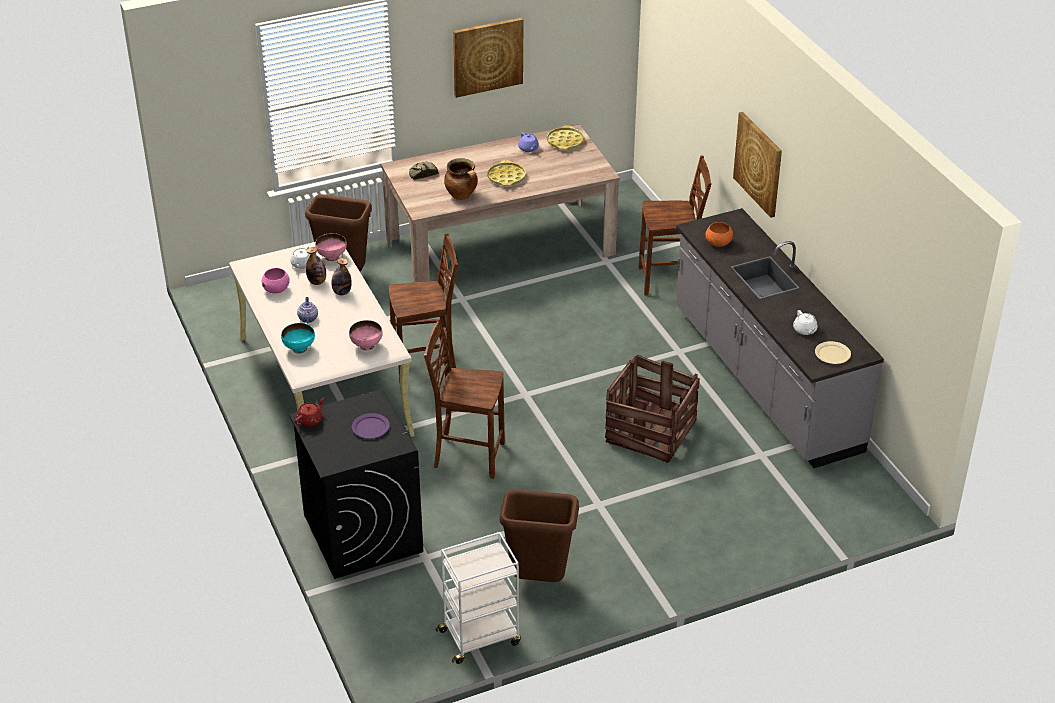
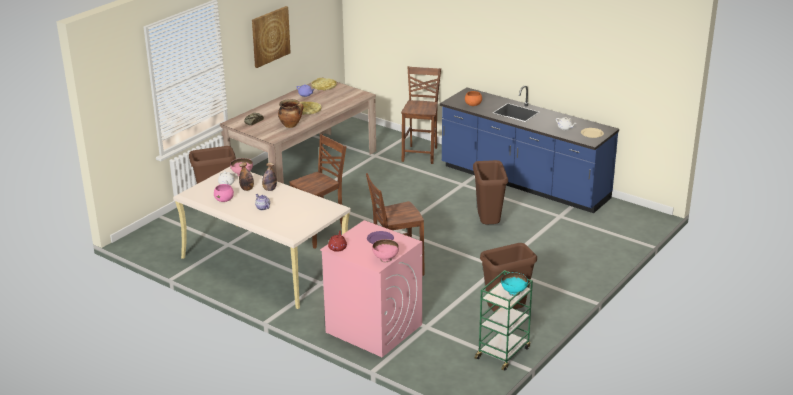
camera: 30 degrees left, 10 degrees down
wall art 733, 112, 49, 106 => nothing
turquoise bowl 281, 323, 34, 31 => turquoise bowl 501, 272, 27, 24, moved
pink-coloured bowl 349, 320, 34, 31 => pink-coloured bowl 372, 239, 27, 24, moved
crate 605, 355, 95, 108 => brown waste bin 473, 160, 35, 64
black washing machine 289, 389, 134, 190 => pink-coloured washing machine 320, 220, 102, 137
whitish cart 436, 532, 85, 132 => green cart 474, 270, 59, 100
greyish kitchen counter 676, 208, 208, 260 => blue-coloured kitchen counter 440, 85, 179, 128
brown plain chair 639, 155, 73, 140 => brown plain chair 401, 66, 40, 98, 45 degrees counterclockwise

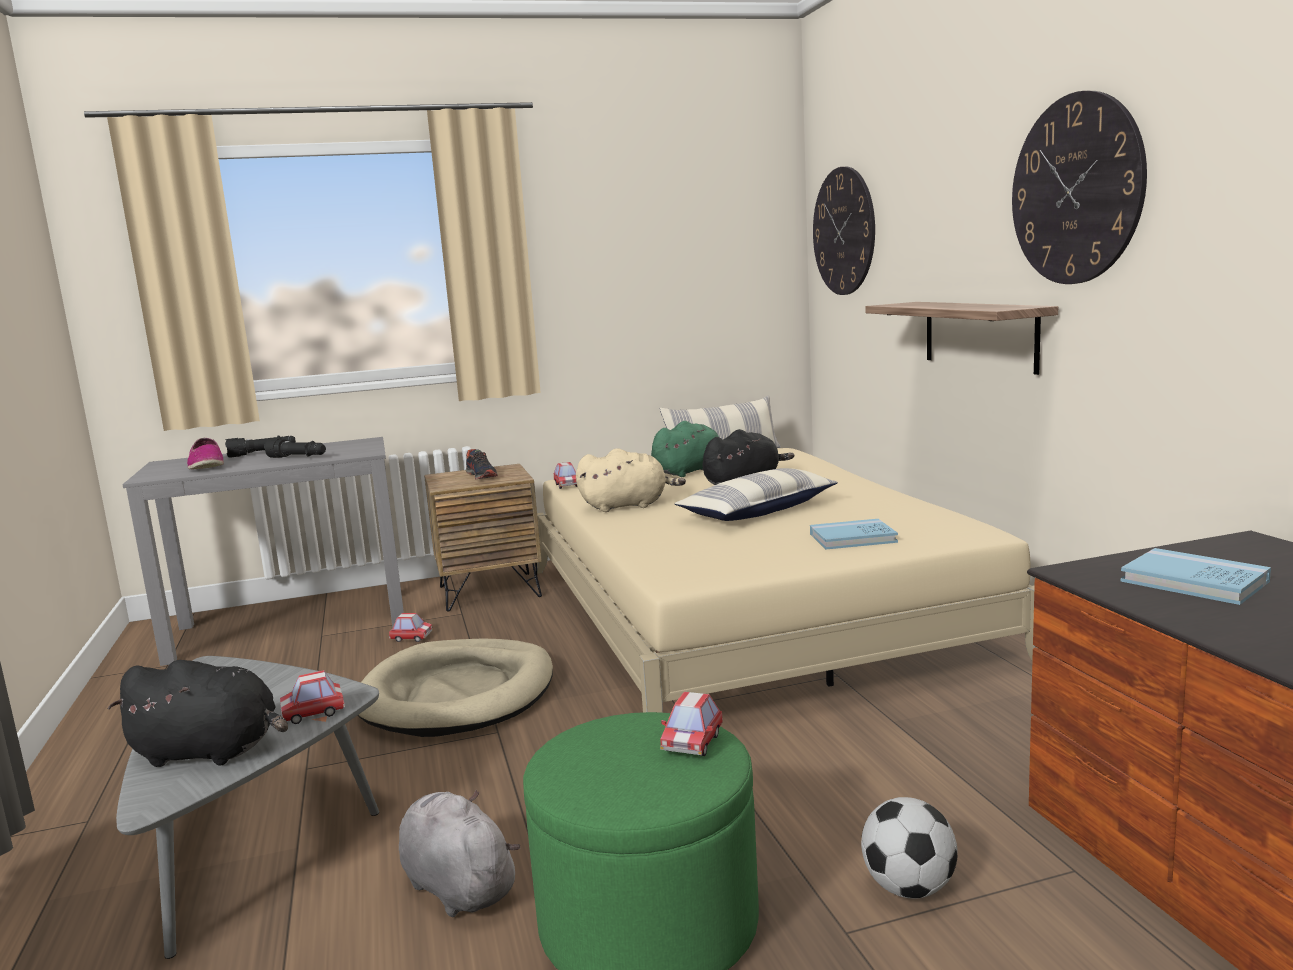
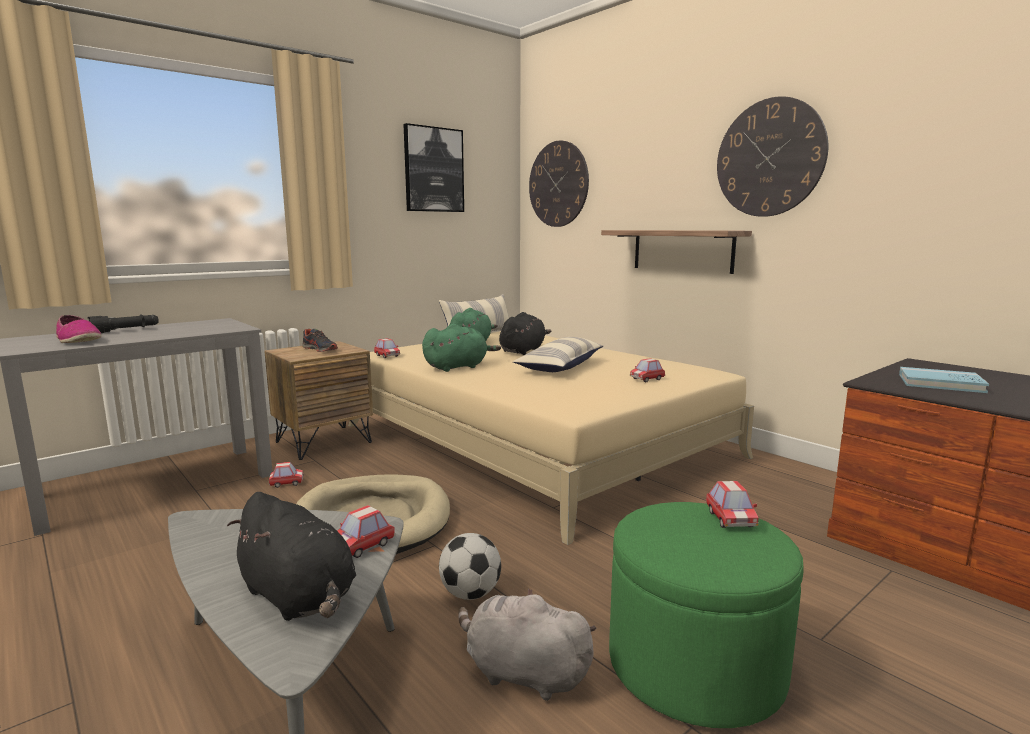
camera: 25 degrees left, 0 degrees up
black hand torch 264, 438, 62, 20 => nothing
nothing => wall art 403, 123, 61, 89
football ball 861, 797, 97, 102 => football ball 439, 533, 62, 67, moved
blue-coloured bound book 810, 519, 88, 30 => miniature car 630, 358, 35, 24
beige-coloured soft toy 576, 448, 110, 64 => green soft toy 422, 324, 79, 48
black soft toy 107, 660, 181, 107 => black soft toy 227, 492, 129, 129, 60 degrees clockwise

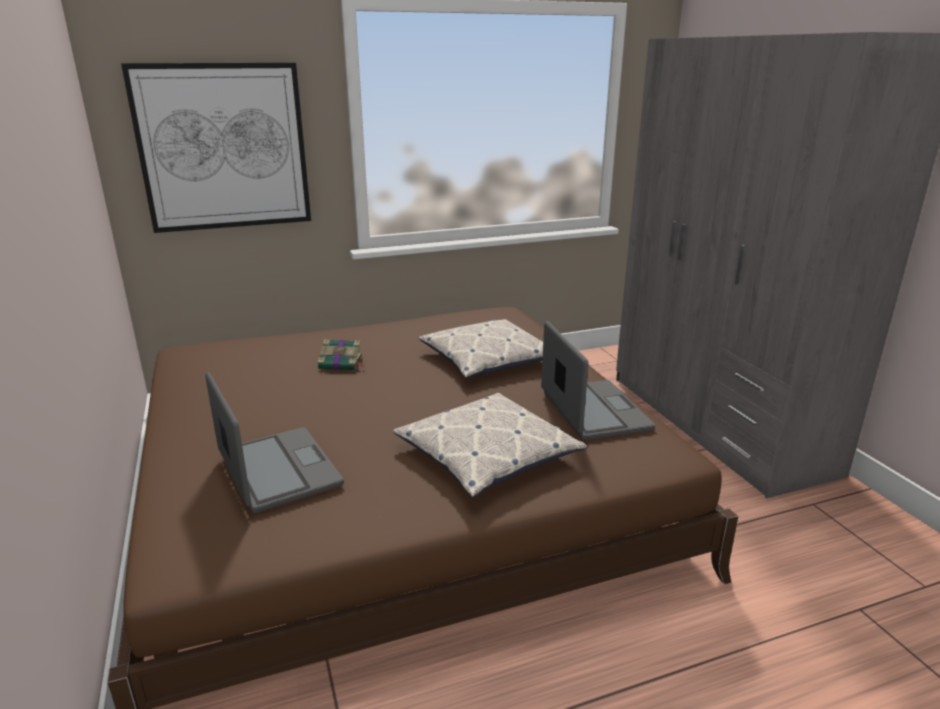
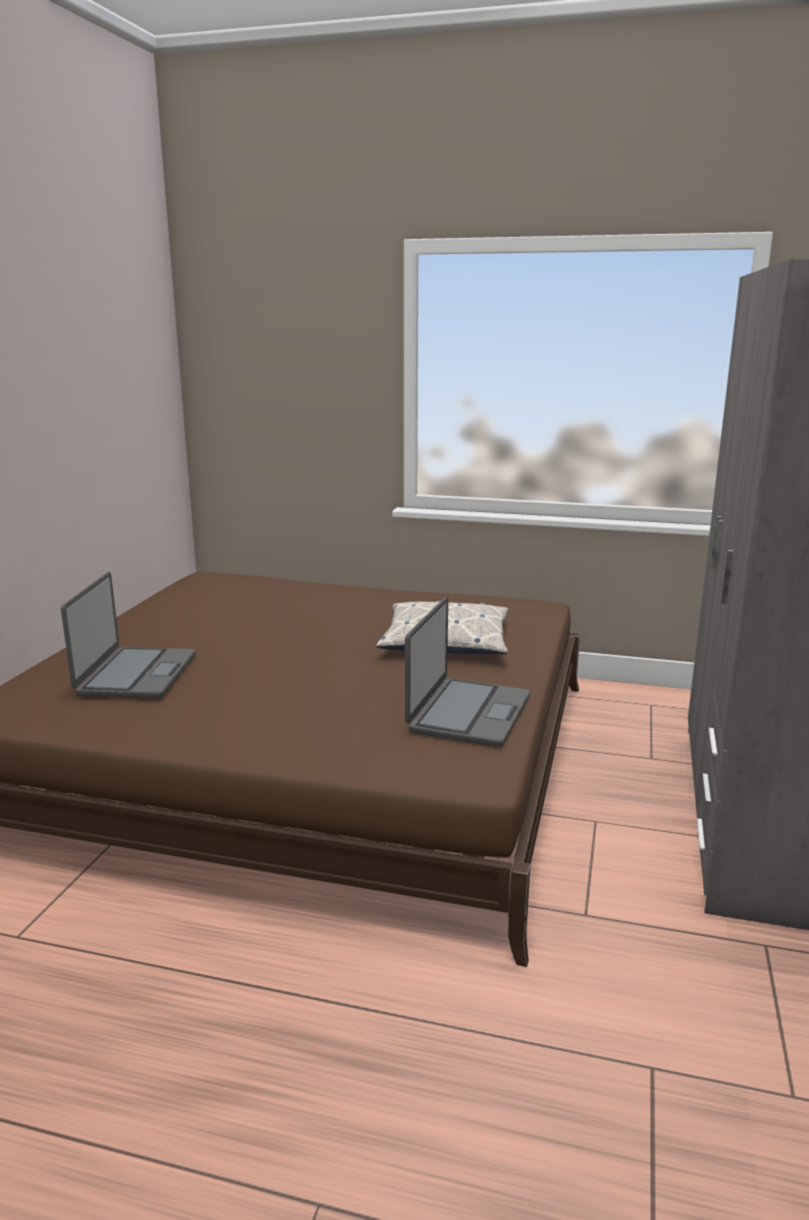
camera: 35 degrees right, 5 degrees down
wall art 121, 63, 190, 170 => nothing
bound book 318, 339, 47, 31 => nothing
cushion 393, 393, 195, 105 => nothing

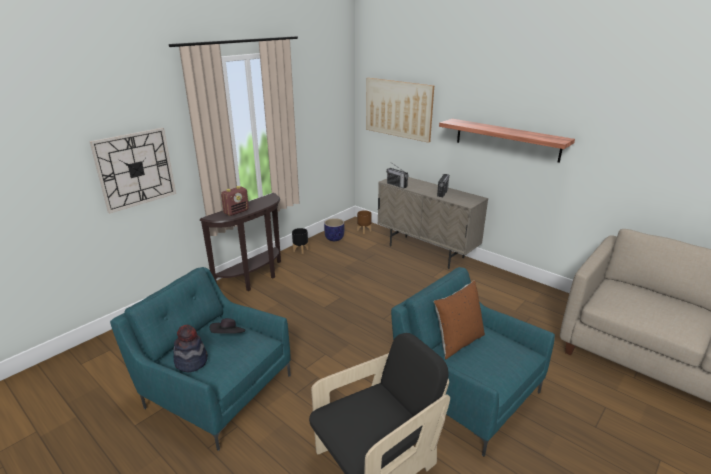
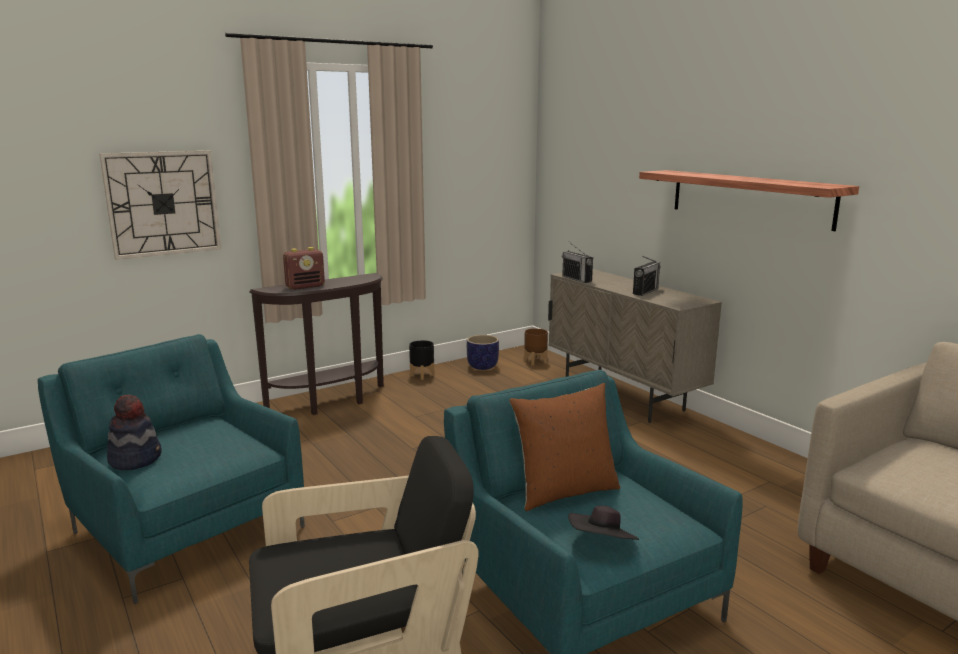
camera: 15 degrees right, 10 degrees down
wall art 366, 78, 68, 65 => nothing
black hat 210, 318, 36, 16 => black hat 568, 506, 71, 34, moved

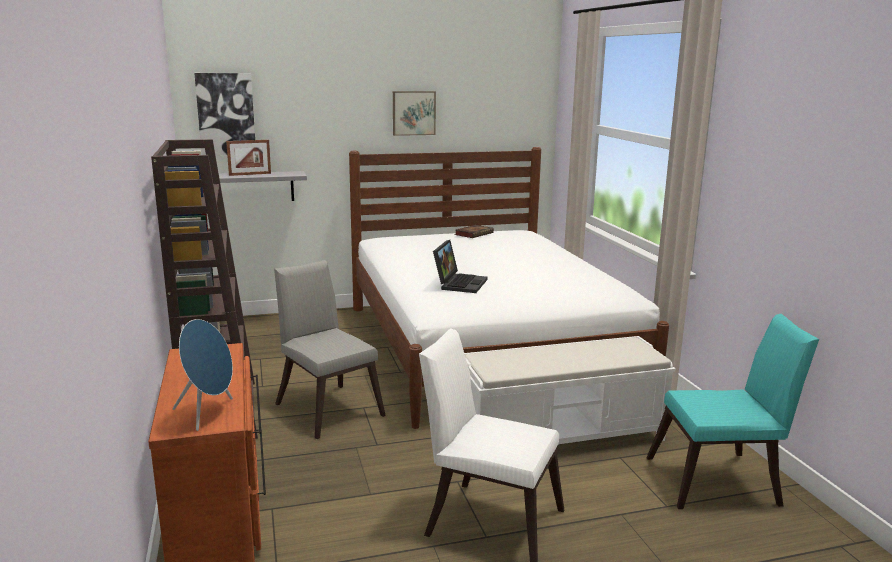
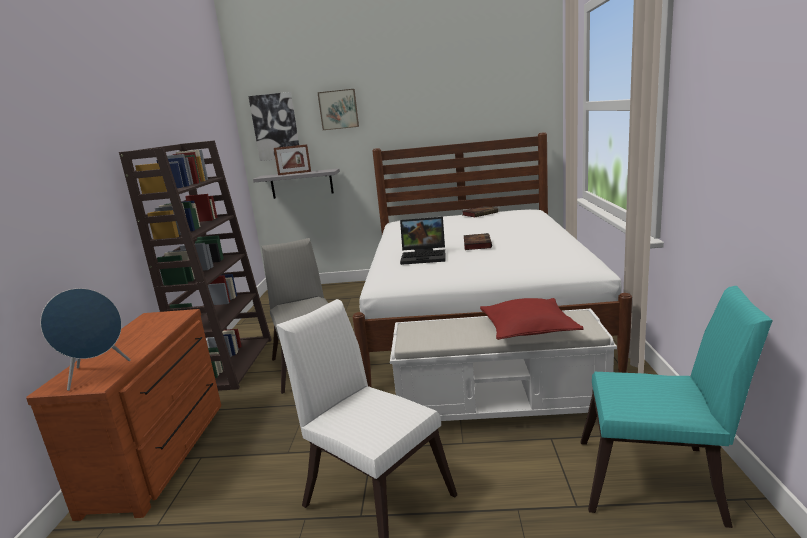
camera: 20 degrees right, 0 degrees up
nothing => bound book 464, 233, 28, 17
nothing => reddish cushion 480, 298, 104, 42
wall art 393, 91, 43, 45 => wall art 317, 89, 42, 41, moved
notebook computer 433, 240, 54, 53 => notebook computer 400, 217, 45, 48, 60 degrees clockwise

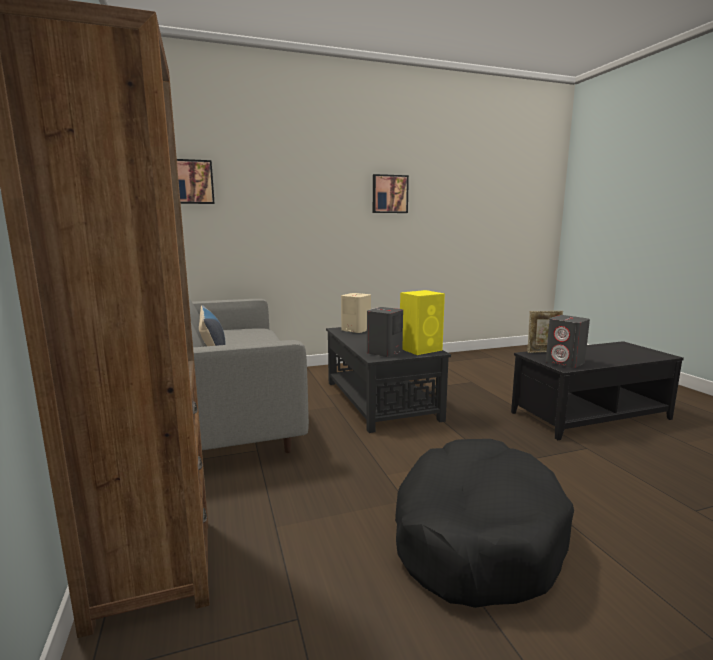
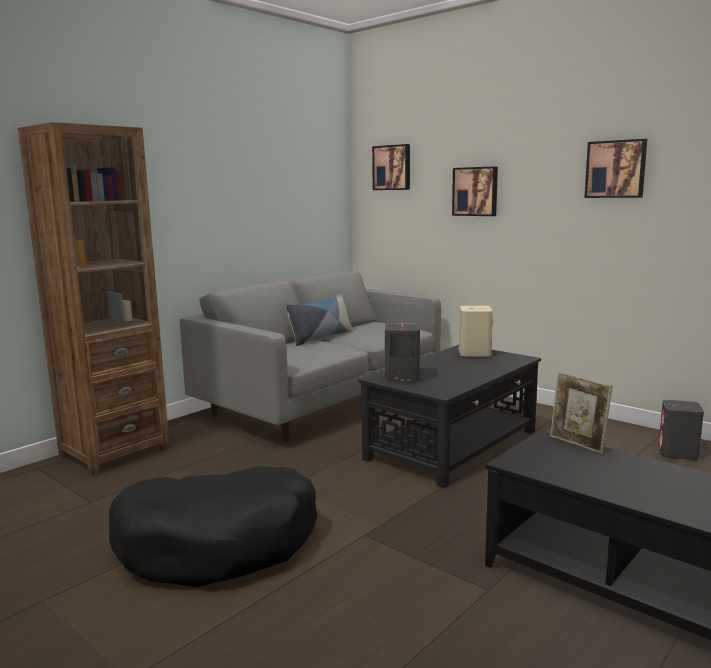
camera: 60 degrees right, 0 degrees up
yellowish speaker 400, 290, 45, 65 => nothing
nothing => wall art 452, 166, 46, 50
greyish speaker 546, 315, 44, 53 => greyish speaker 658, 400, 46, 61, moved

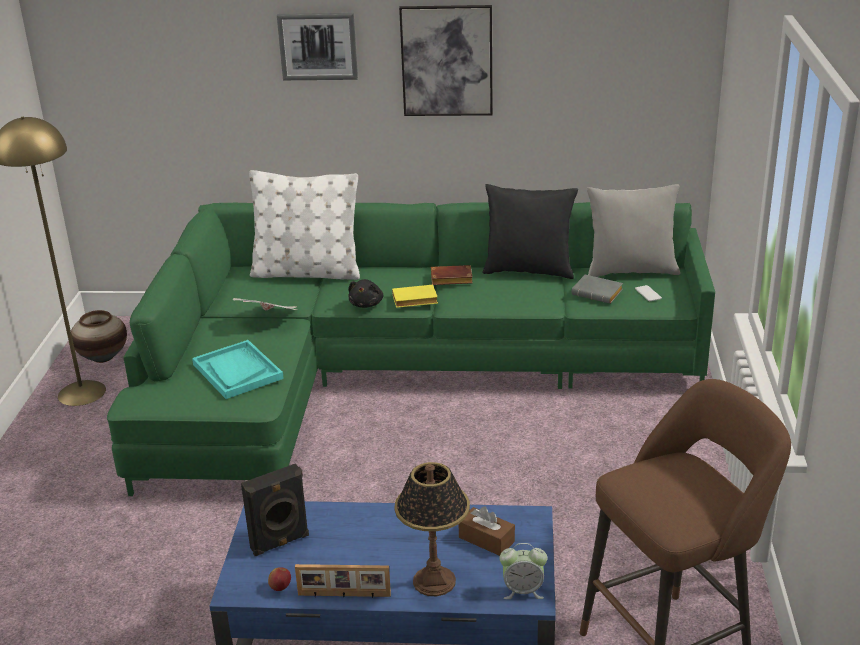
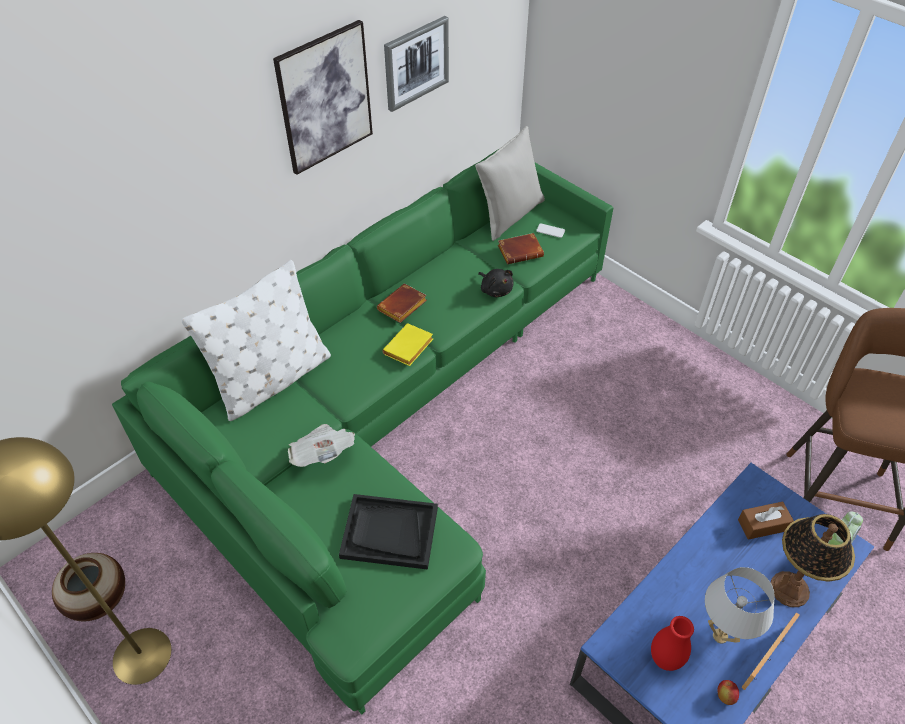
camera: 50 degrees left, 20 degrees up
black cushion 483, 184, 95, 95 => nothing
nothing => whitish table lamp 705, 567, 70, 77
wall art 277, 13, 81, 67 => wall art 384, 16, 65, 96, moved
black soft toy 348, 279, 36, 29 => black soft toy 478, 269, 36, 29, moved
black speaker 241, 463, 68, 93 => reddish flower vase 651, 616, 43, 55
turquoise tray 192, 340, 92, 59 => black tray 339, 494, 99, 76
greyish bound book 571, 275, 52, 29 => brown bound book 498, 233, 46, 31

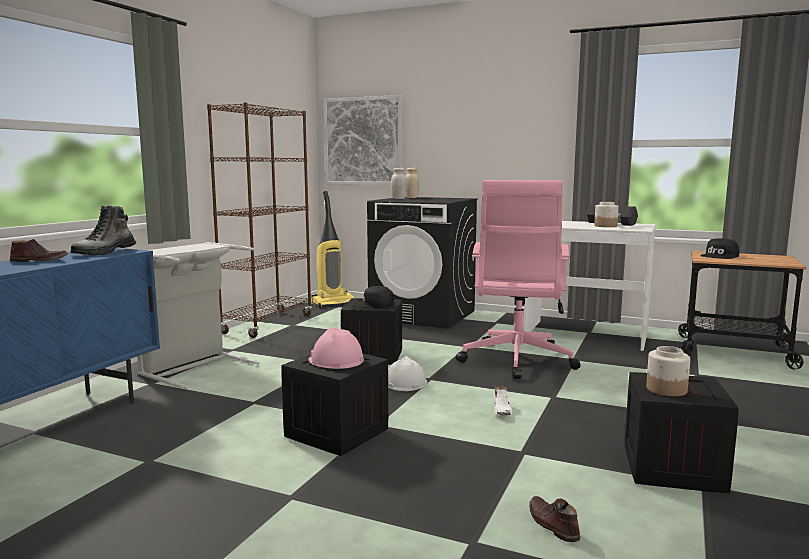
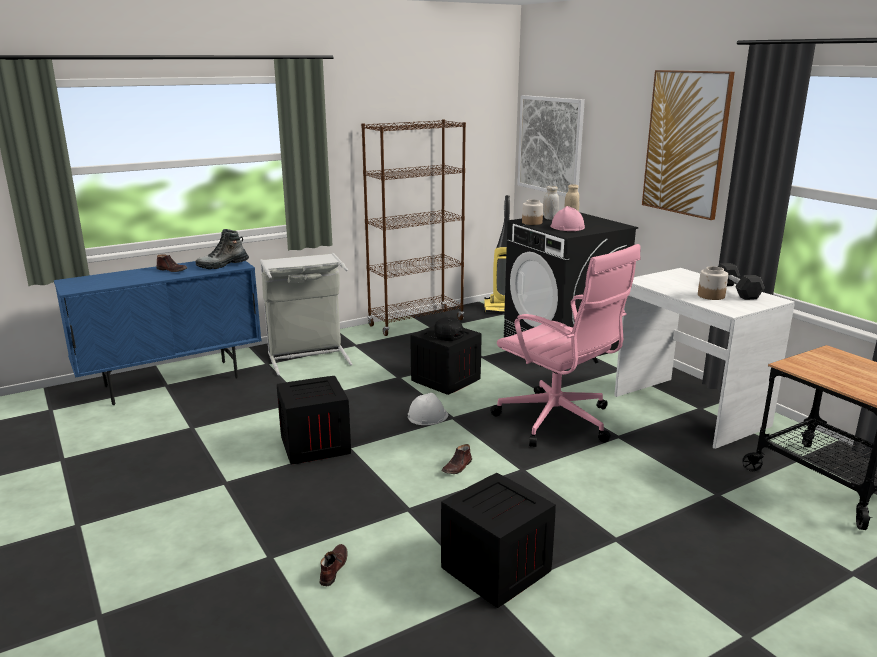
camera: 35 degrees right, 10 degrees up
black peaked cap 700, 238, 39, 21 => nothing
nothing => wall art 642, 70, 93, 150
pink-coloured safety helmet 308, 327, 56, 42 => pink-coloured safety helmet 550, 206, 35, 25, moved
storage jar 646, 346, 44, 50 => storage jar 522, 200, 21, 25, moved
whitish shoe 494, 385, 18, 30 => brown shoe 441, 444, 31, 30
pink-coloured desk chair 456, 180, 125, 199 => pink-coloured desk chair 490, 244, 151, 203, 90 degrees counterclockwise

